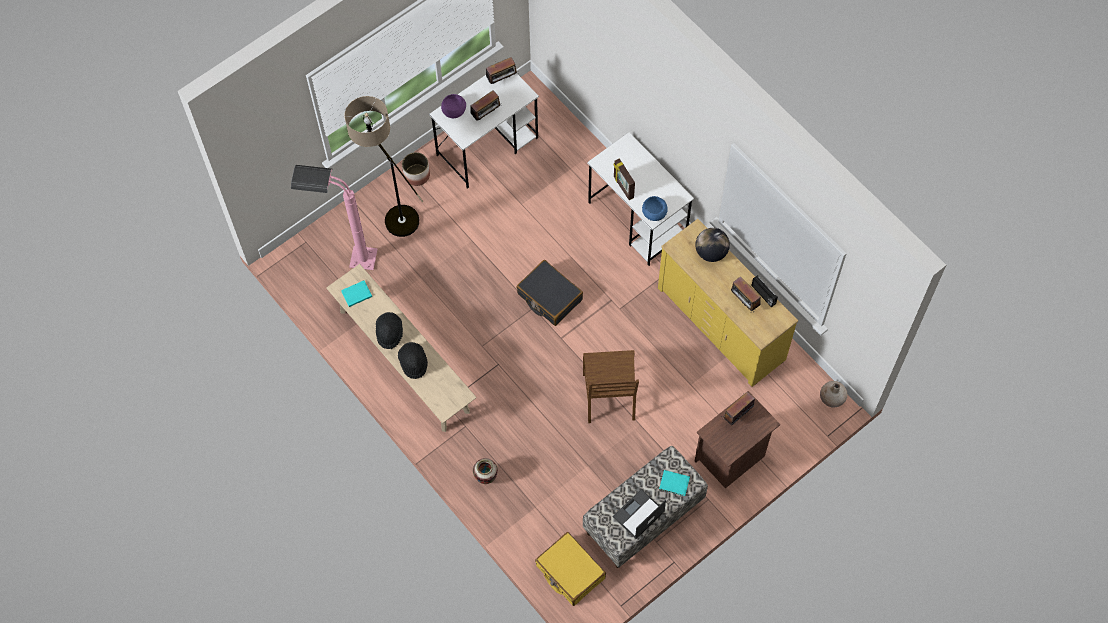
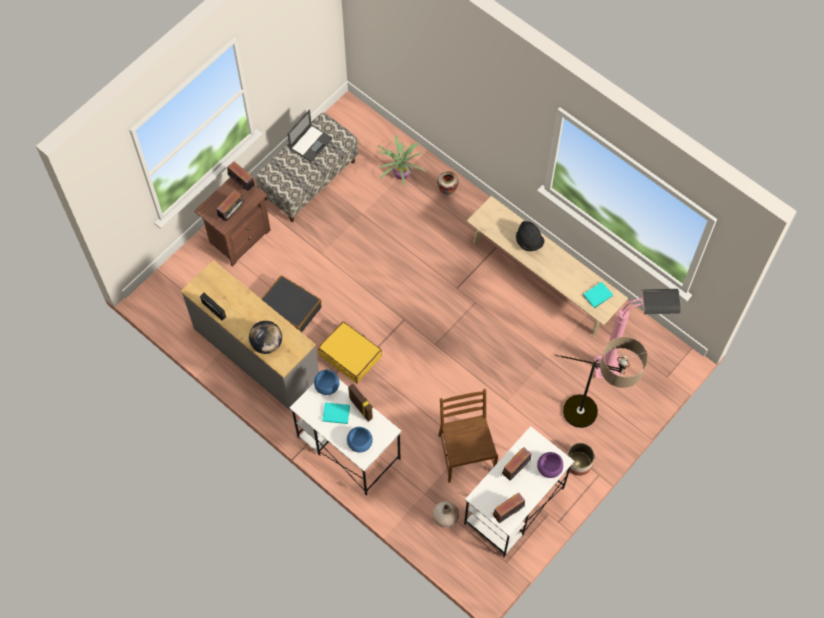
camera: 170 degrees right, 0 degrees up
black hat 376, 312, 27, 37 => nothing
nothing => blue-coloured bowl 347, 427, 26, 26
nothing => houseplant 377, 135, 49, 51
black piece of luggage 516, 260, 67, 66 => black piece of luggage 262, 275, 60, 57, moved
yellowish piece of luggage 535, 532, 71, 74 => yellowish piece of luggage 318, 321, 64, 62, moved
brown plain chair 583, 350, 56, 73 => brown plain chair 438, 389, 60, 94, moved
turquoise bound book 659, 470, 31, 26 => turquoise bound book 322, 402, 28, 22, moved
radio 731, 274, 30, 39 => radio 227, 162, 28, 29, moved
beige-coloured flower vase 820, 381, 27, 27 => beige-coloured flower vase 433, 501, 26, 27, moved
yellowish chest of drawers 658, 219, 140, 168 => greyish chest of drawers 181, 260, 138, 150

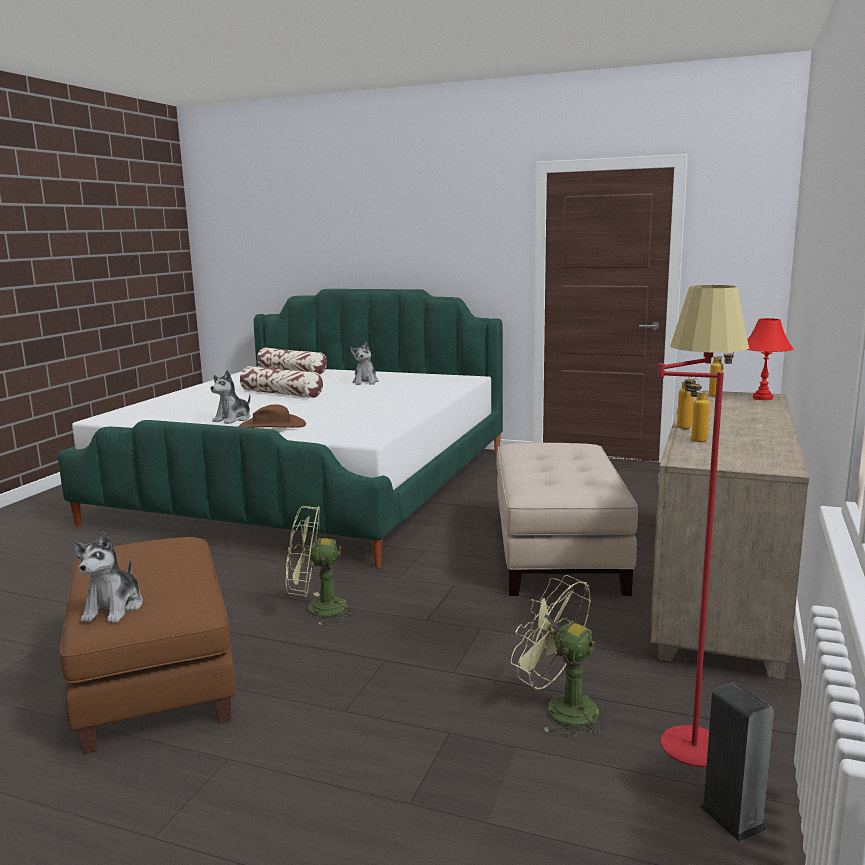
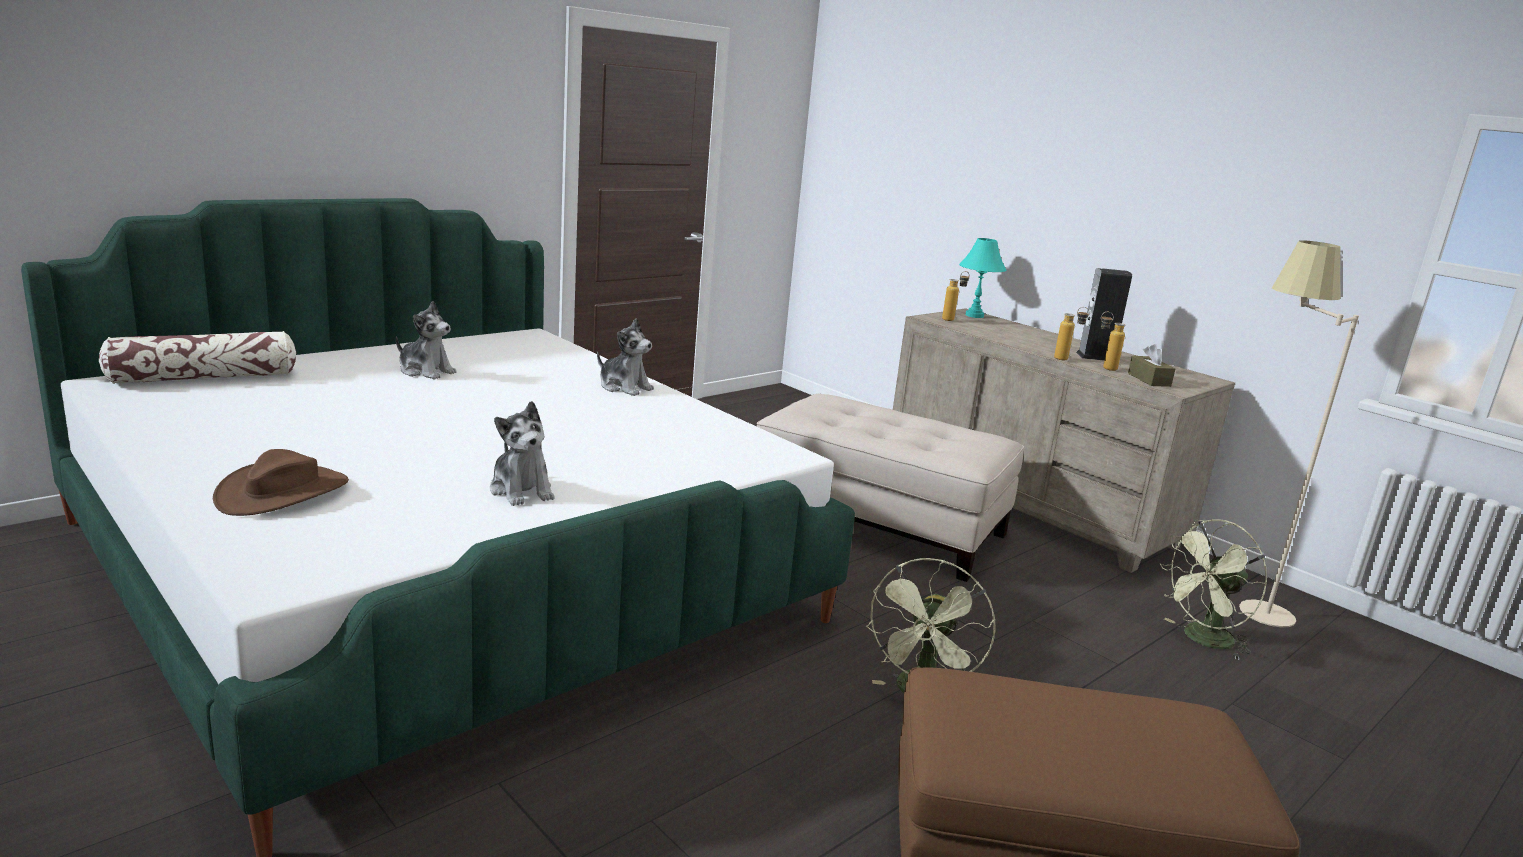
camera: 65 degrees left, 5 degrees up
cushion 240, 366, 83, 32 => nothing
nothing => brown tissue holder 1128, 344, 47, 43
soft toy 73, 531, 70, 92 => soft toy 597, 318, 57, 78, moved
brown hat 238, 404, 68, 24 => brown hat 213, 449, 136, 67, moved
speaker 700, 682, 74, 160 => speaker 1076, 268, 56, 93, moved
reddish standard lamp 658, 285, 91, 482 => beige-coloured standard lamp 1239, 240, 120, 387
reddish table lamp 747, 318, 46, 82 => turquoise table lamp 959, 238, 47, 80

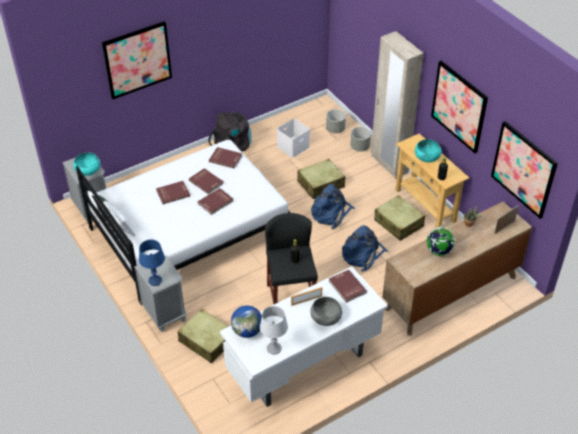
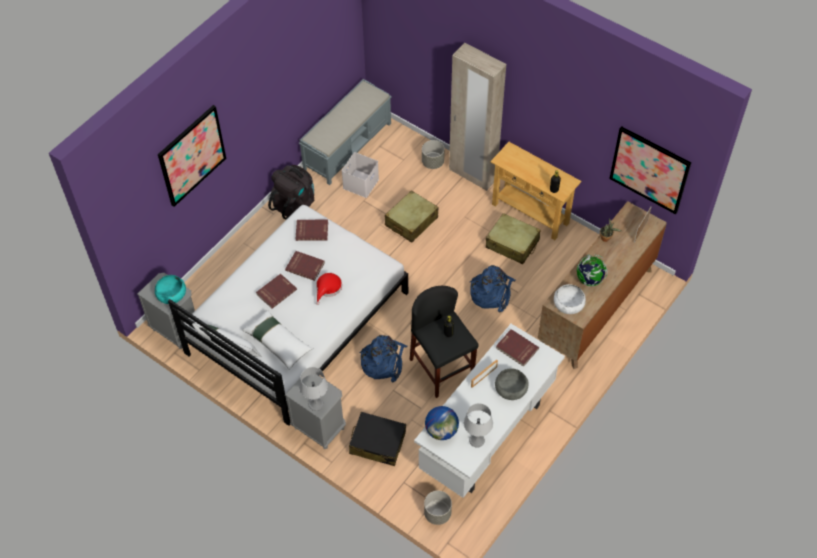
camera: 20 degrees left, 10 degrees up
turquoise bowl 415, 139, 27, 23 => nothing
wall art 431, 61, 57, 92 => nothing
nothing => whitish cushion 242, 310, 71, 60
nothing => greyish long seat 299, 79, 93, 106
nothing => whitish bowl 554, 284, 32, 30
blue-coloured knapsack 311, 184, 44, 45 => blue-coloured knapsack 359, 335, 48, 47, moved
greyish flower pot 326, 109, 20, 24 => greyish flower pot 424, 490, 28, 35, moved
reddish bound book 198, 188, 35, 27 => reddish hat 316, 273, 26, 32
blue-coloured table lamp 139, 240, 26, 46 => greyish table lamp 299, 367, 29, 44
beige-coloured piece of luggage 178, 309, 51, 55 => black piece of luggage 349, 412, 57, 54

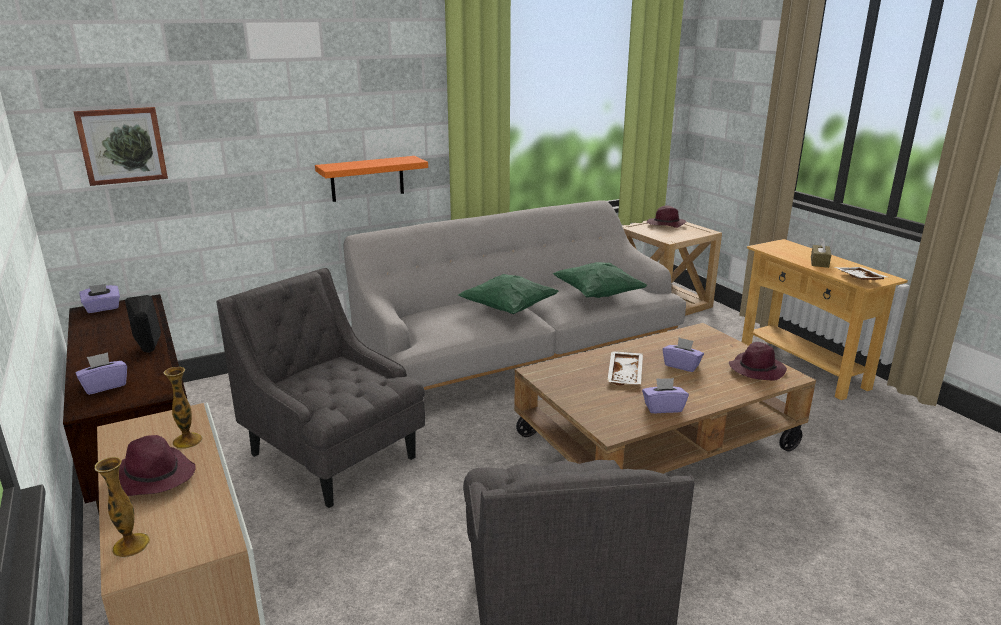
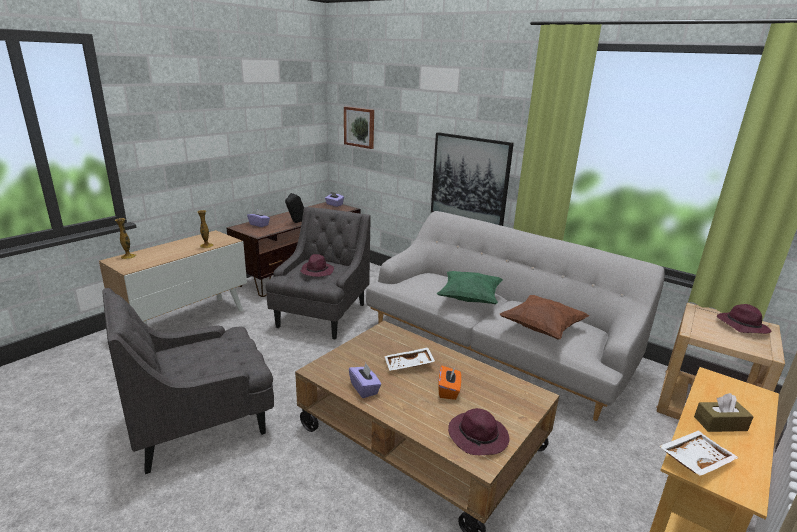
camera: 65 degrees right, 0 degrees up
purplish hat 119, 435, 77, 61 => purplish hat 300, 254, 34, 23, moved
orange-coloured wall shelf 315, 156, 113, 46 => wall art 431, 132, 83, 94
green cushion 552, 262, 96, 36 => brown cushion 499, 295, 90, 45
purplish tissue holder 663, 337, 41, 35 => orange-coloured tissue holder 438, 366, 23, 34

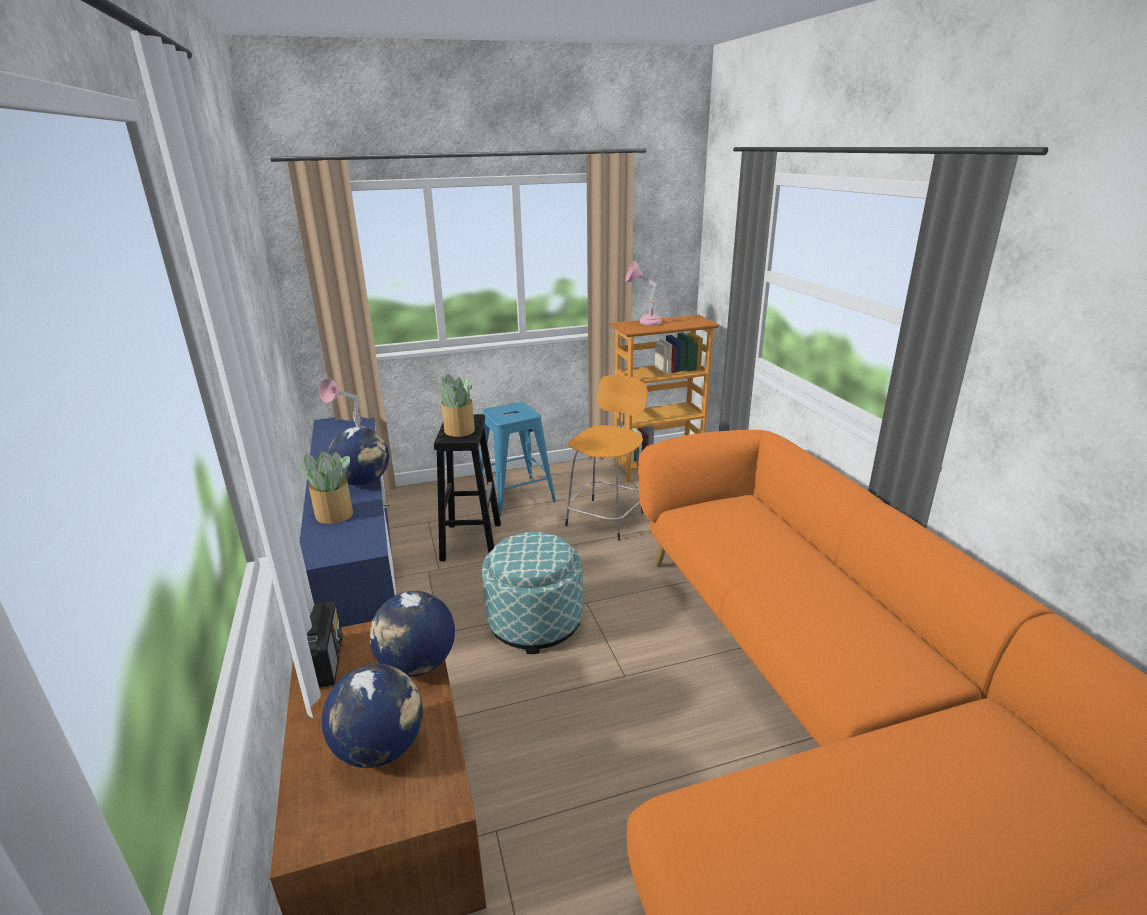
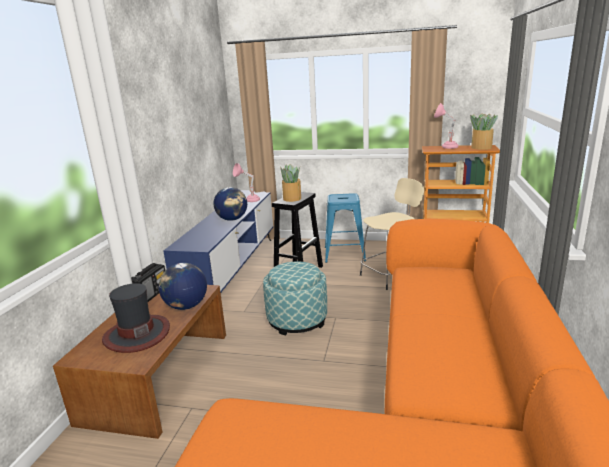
camera: 30 degrees right, 5 degrees down
houseplant 297, 451, 56, 73 => houseplant 470, 113, 28, 37, moved
world globe 322, 664, 101, 104 => hat 102, 283, 68, 70
orange-coloured sitting stool 565, 375, 83, 166 => beige-coloured sitting stool 360, 178, 64, 112

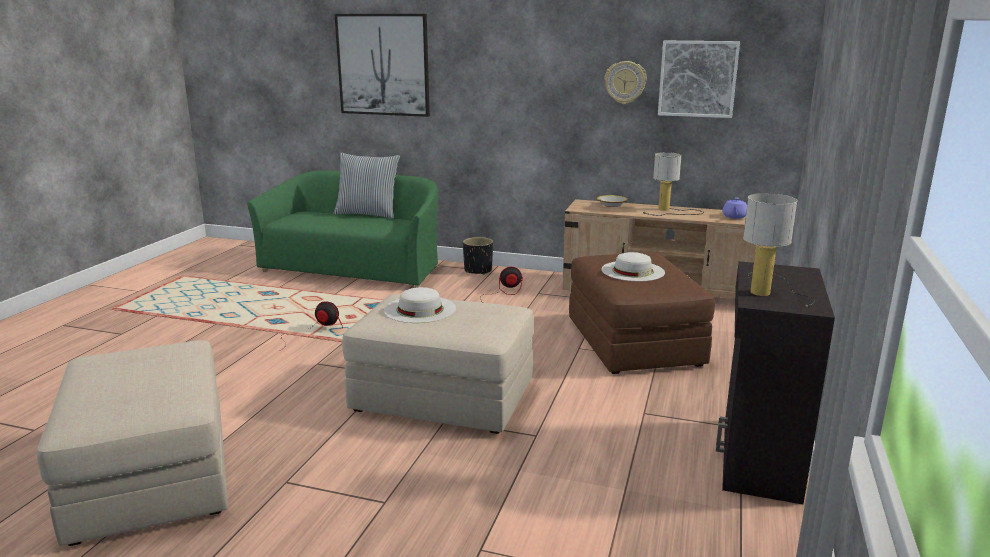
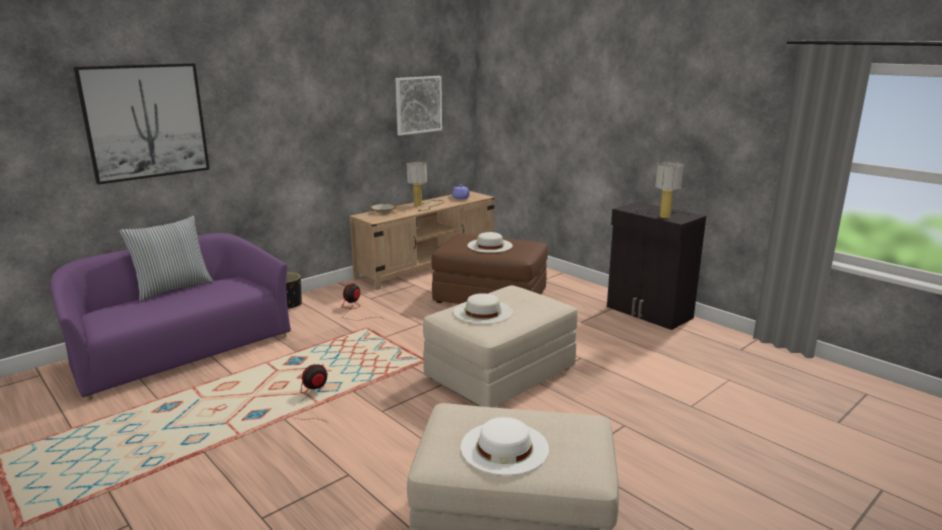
camera: 60 degrees left, 0 degrees up
wall clock 605, 61, 42, 43 => nothing
nothing => whitish hat 461, 417, 88, 58
green sofa 247, 170, 191, 118 => purplish sofa 50, 233, 241, 168

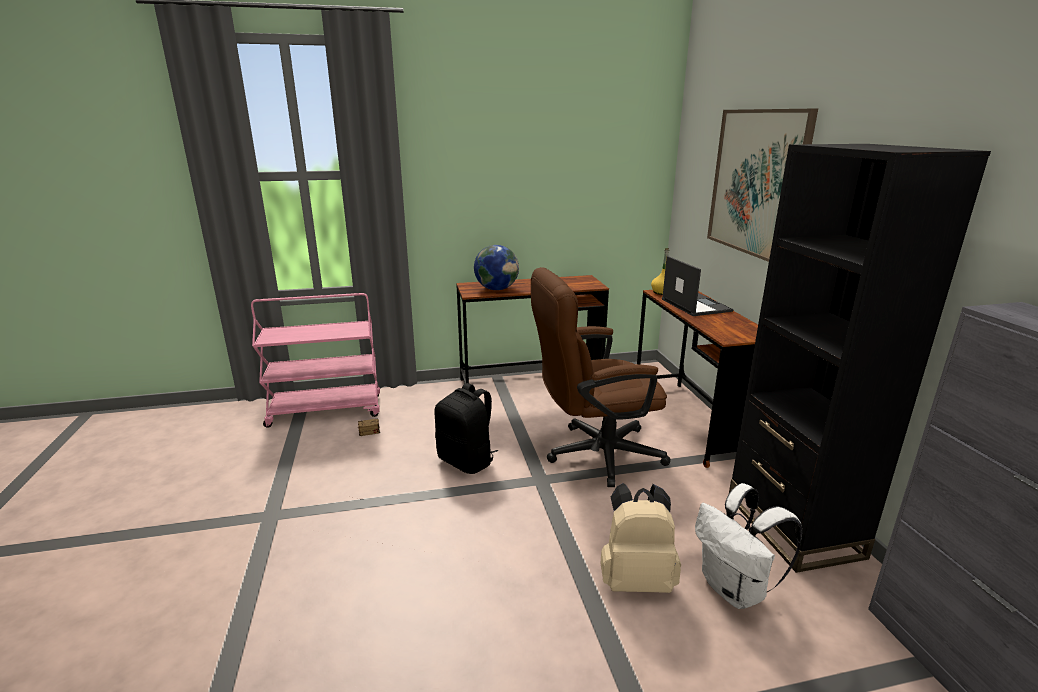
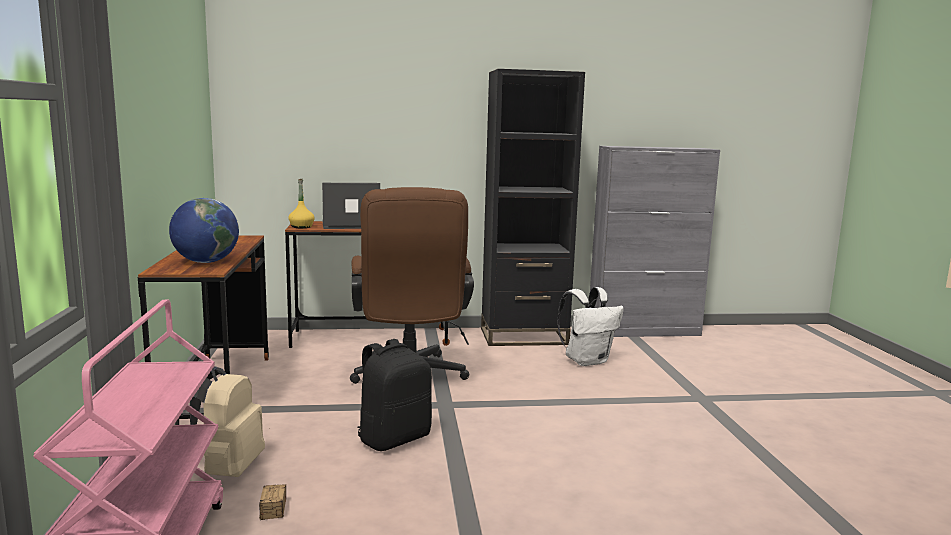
camera: 85 degrees left, 10 degrees down
wall art 707, 109, 111, 153 => nothing
beige-coloured knapsack 601, 483, 80, 110 => beige-coloured knapsack 175, 366, 90, 111, moved

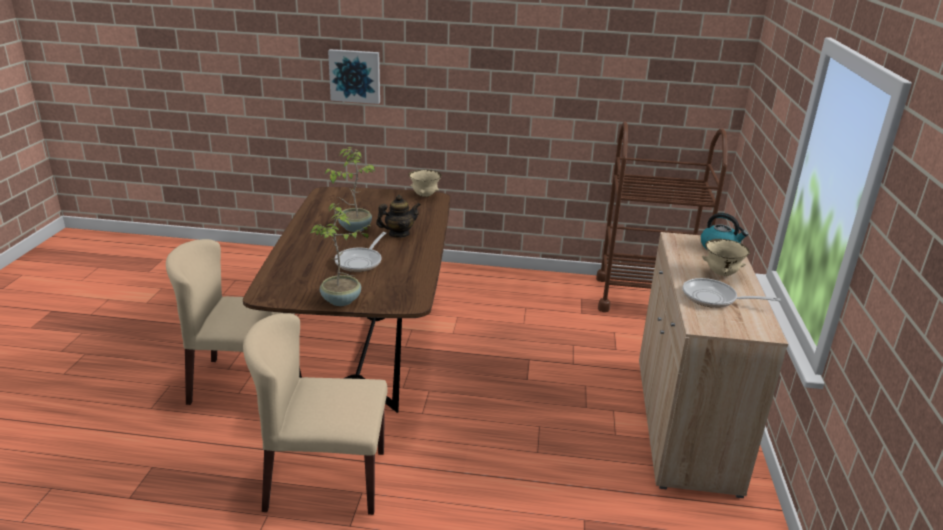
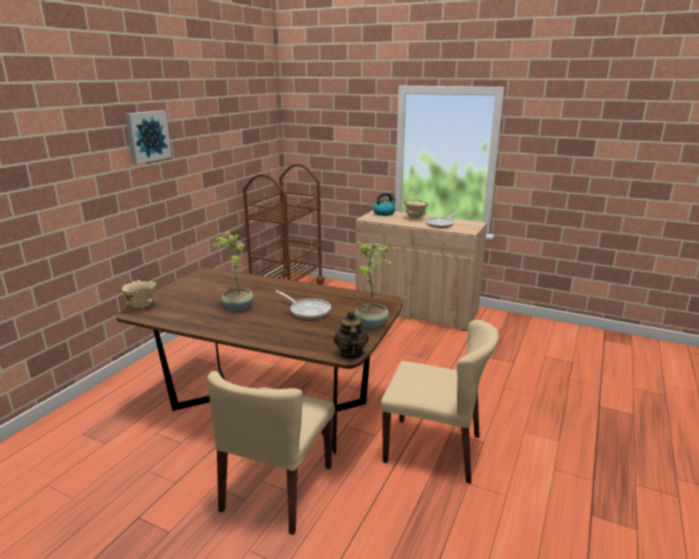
camera: 70 degrees left, 5 degrees down
wall art 328, 49, 52, 55 => wall art 125, 110, 47, 54, moved
tea pot 376, 195, 44, 43 => tea pot 333, 311, 36, 48, moved
beige-coloured bowl 408, 169, 34, 28 => beige-coloured bowl 119, 279, 38, 29, moved
beige-coloured plain chair 243, 313, 145, 202 => beige-coloured plain chair 380, 320, 119, 164, 90 degrees counterclockwise

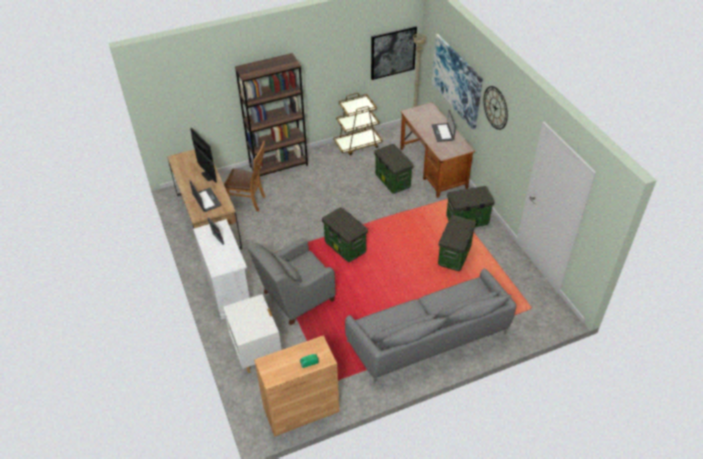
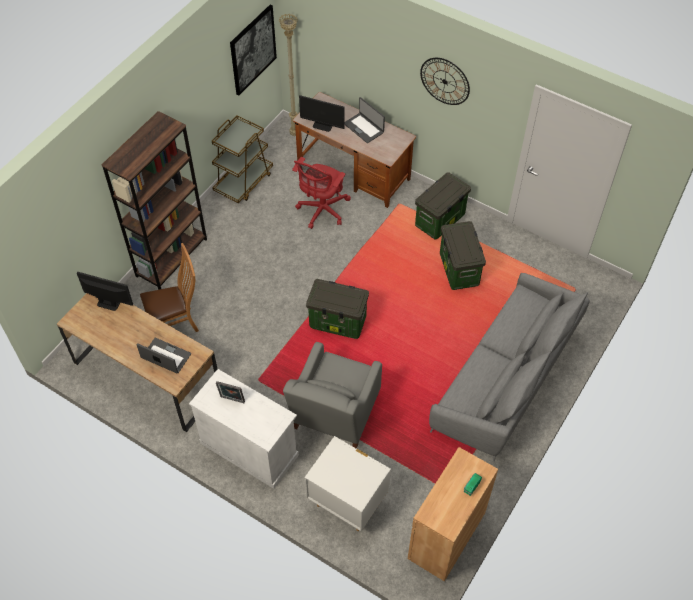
camera: 35 degrees left, 10 degrees up
wall art 432, 34, 51, 96 => nothing
computer display 194, 145, 23, 38 => computer display 299, 95, 46, 37, moved
storage box 374, 144, 40, 50 => reddish desk chair 292, 157, 59, 72

